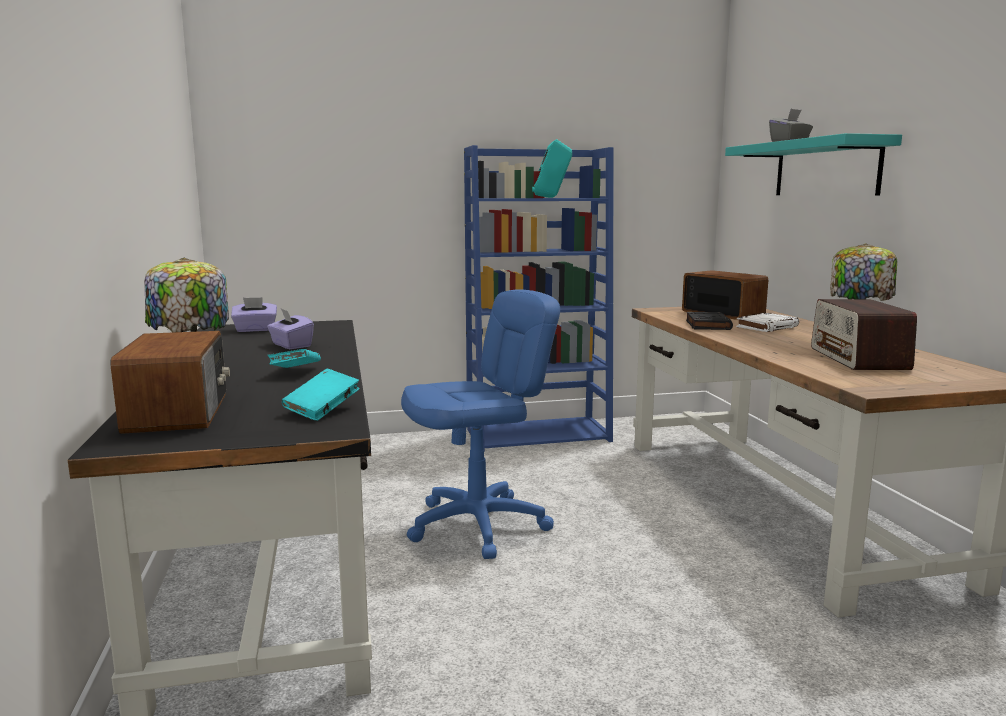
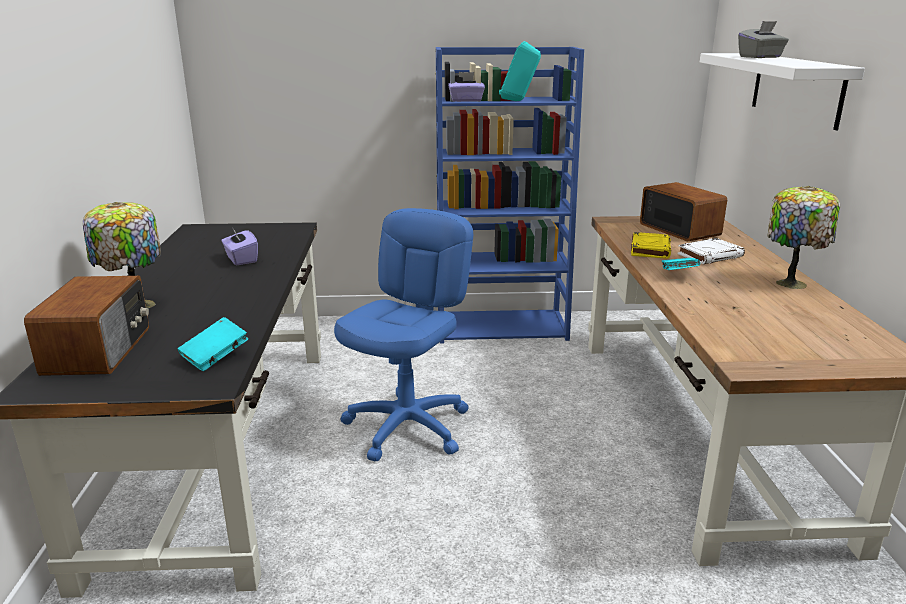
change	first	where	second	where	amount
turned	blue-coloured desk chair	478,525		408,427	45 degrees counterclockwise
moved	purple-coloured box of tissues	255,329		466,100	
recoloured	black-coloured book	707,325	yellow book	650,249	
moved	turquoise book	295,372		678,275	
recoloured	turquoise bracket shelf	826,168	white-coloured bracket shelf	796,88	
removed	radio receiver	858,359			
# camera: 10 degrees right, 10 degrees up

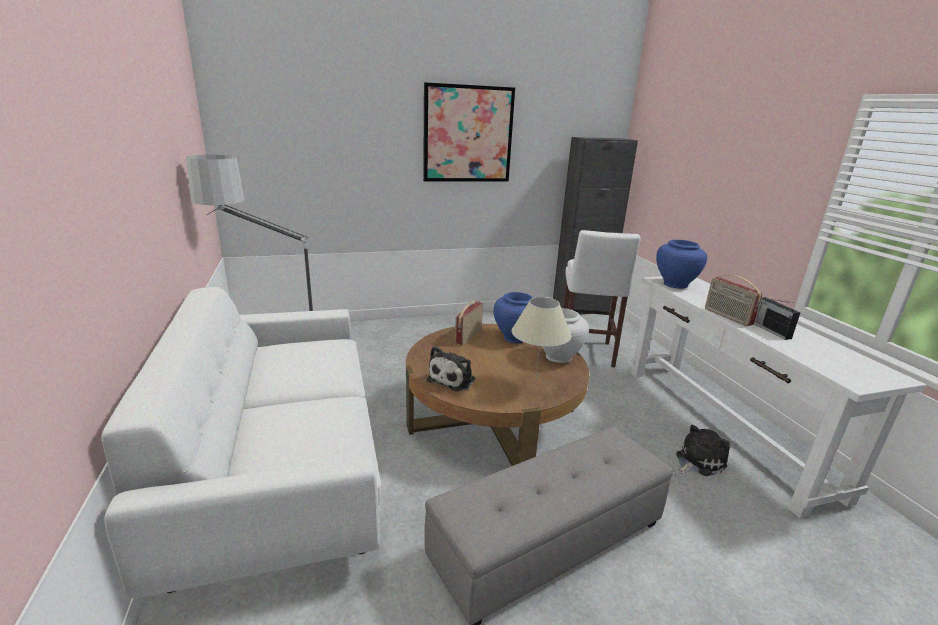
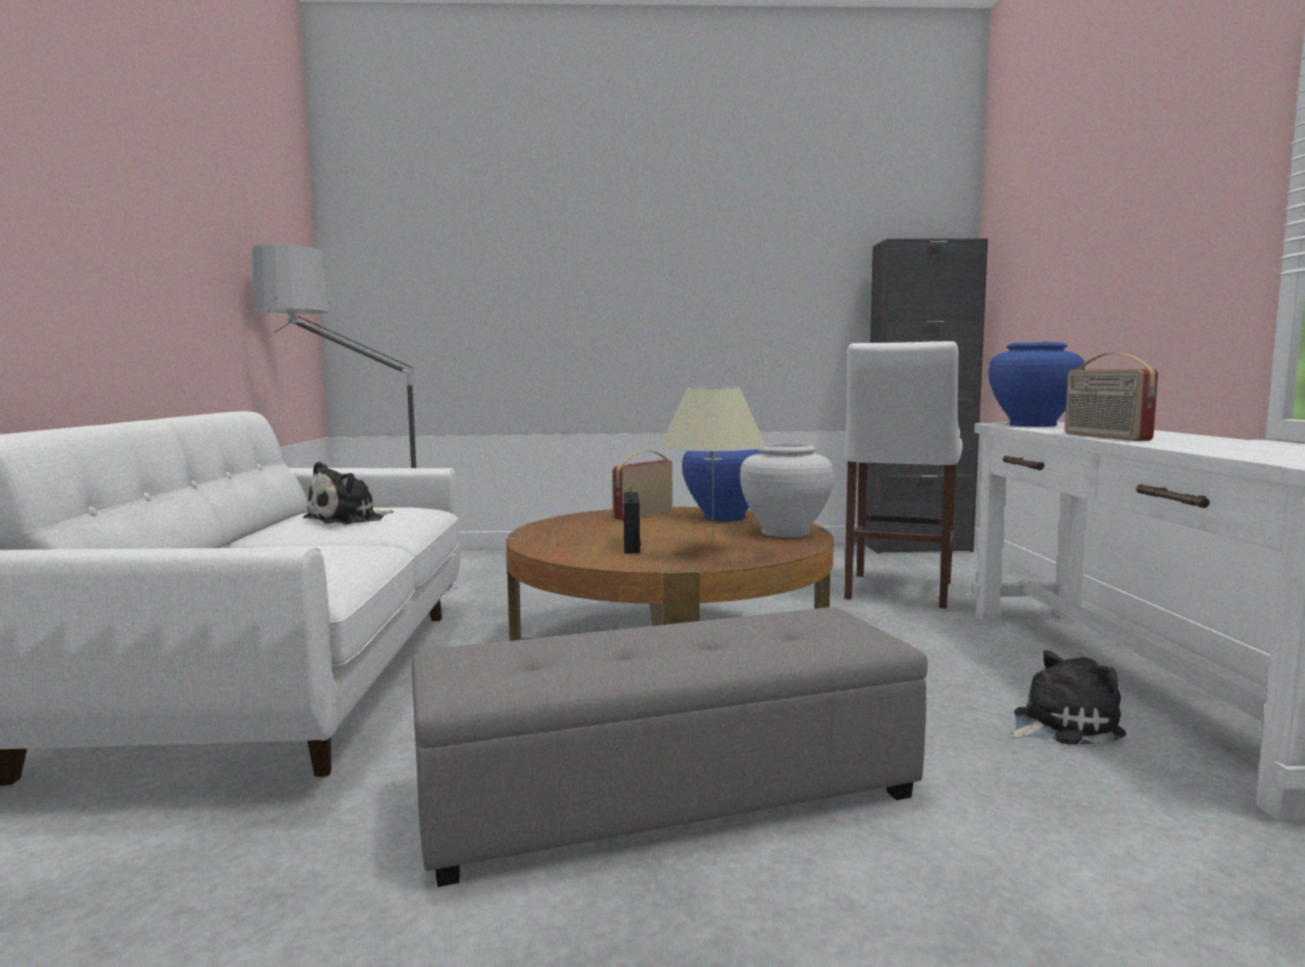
change	first	where	second	where	amount
moved	soft toy	453,379		349,519	
moved	radio receiver	770,330		631,545	
removed	picture	468,134			
# camera: 15 degrees right, 15 degrees down

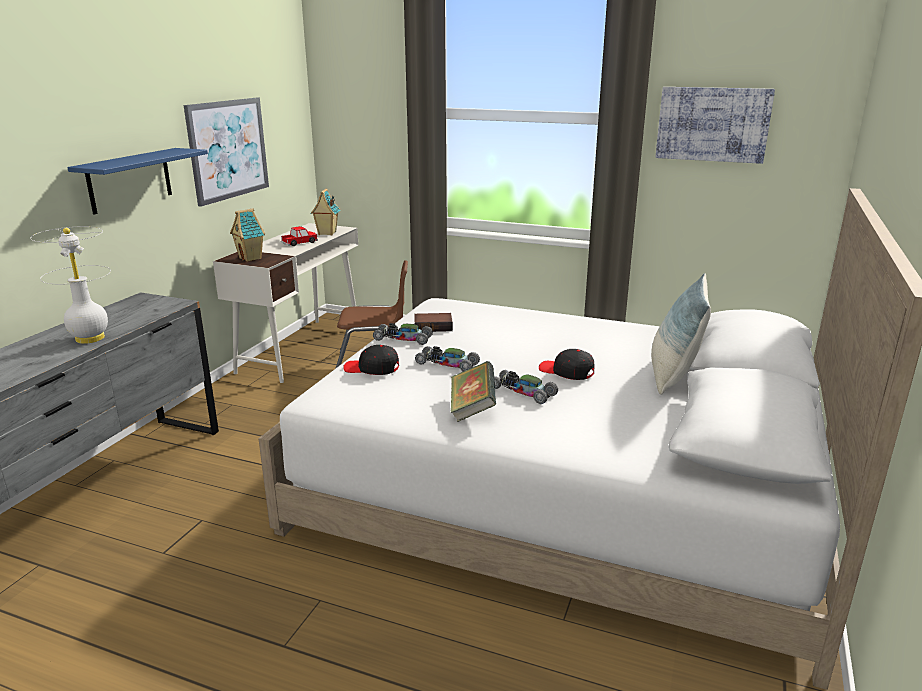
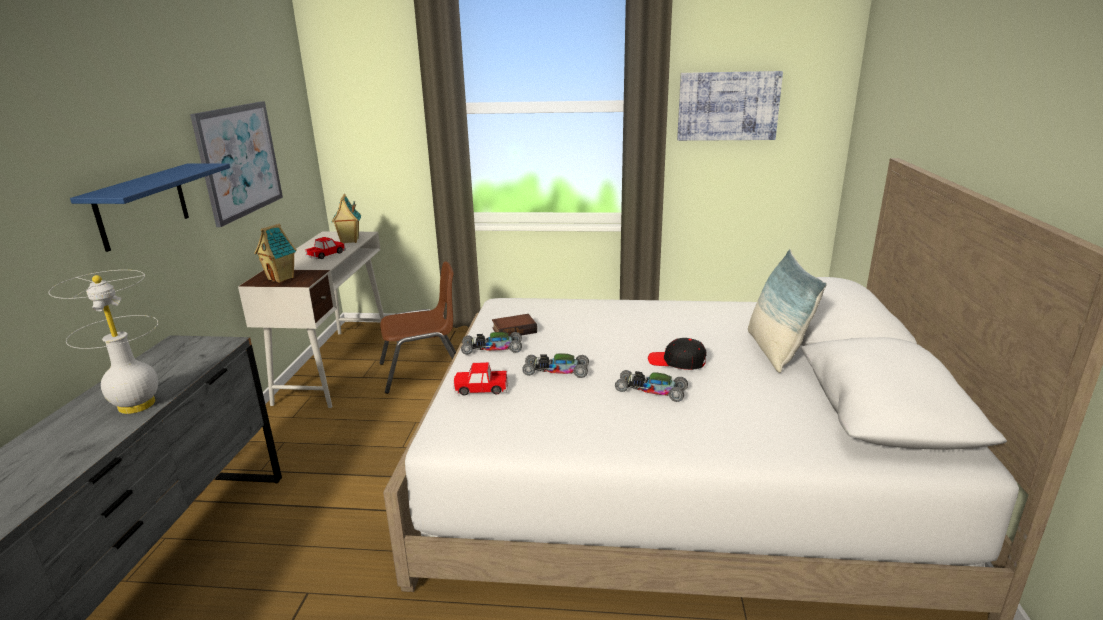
change	first	where	second	where	amount
replaced	black-coloured cap	372,369	model car	481,388	
removed	book	472,409			
# camera: 15 degrees left, 0 degrees up

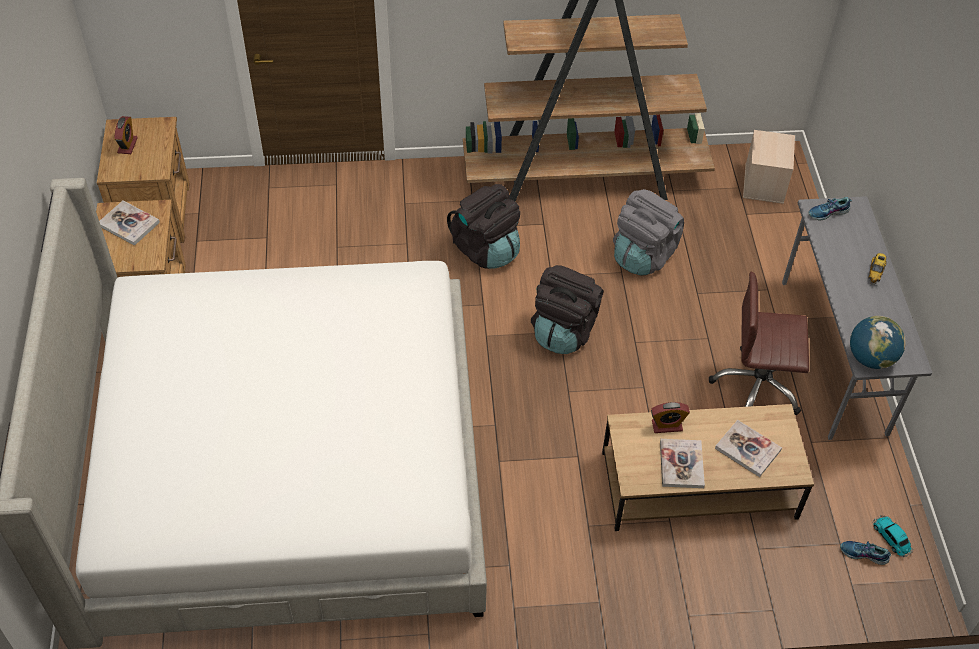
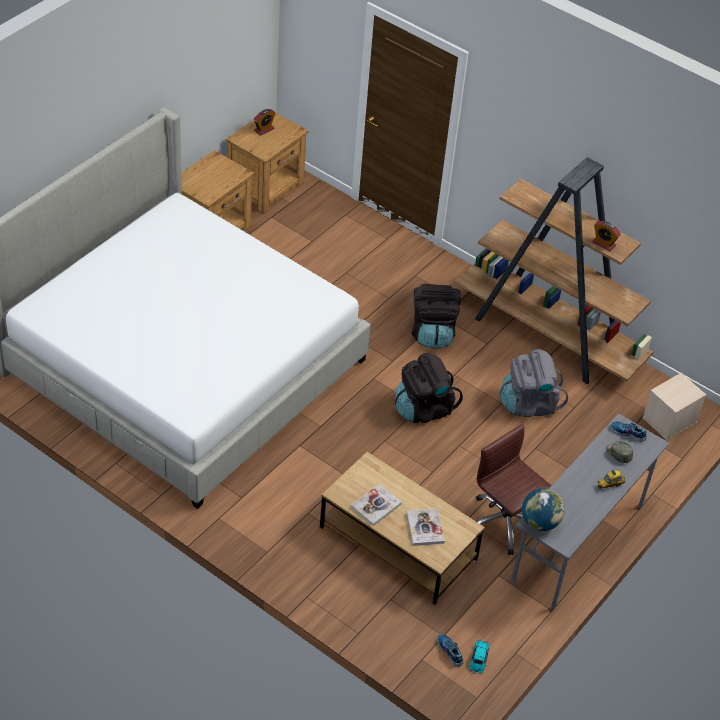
change	first	where	second	where	amount
moved	table clock	667,426		603,244	
added			greyish cap	618,454	
removed	book	129,224			
# camera: 40 degrees right, 5 degrees down

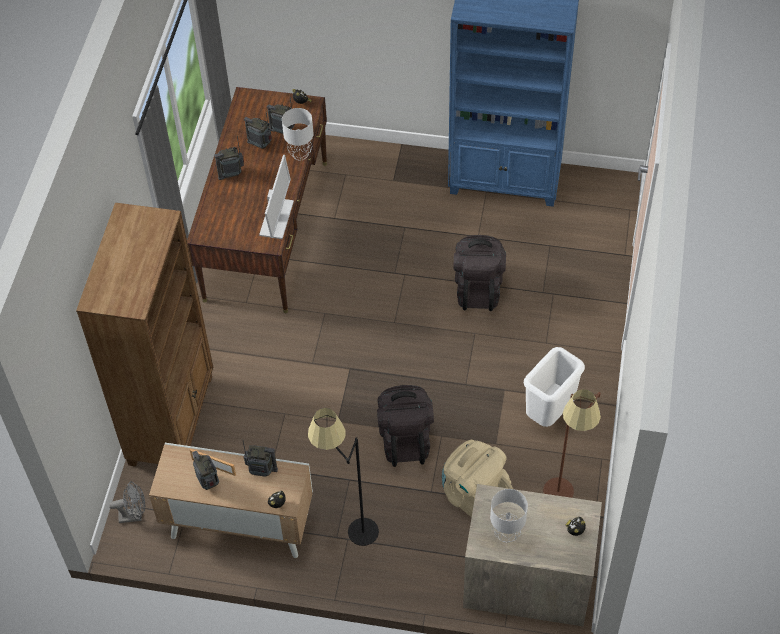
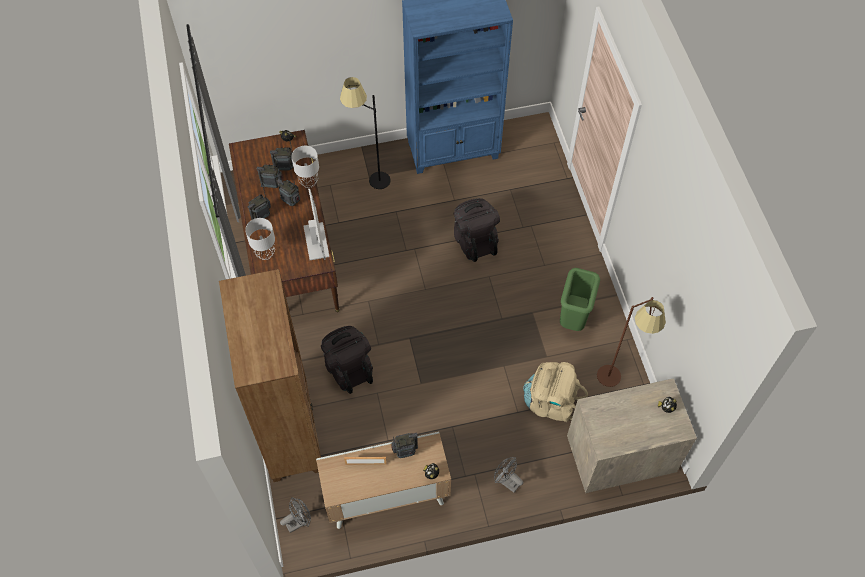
change	first	where	second	where	amount
moved	greyish table lamp	506,534		265,254	
moved	radio receiver	208,482		291,202	
moved	black-coloured backpack	405,439		348,368	
moved	black-coloured standing lamp	349,532		370,183	
added			greyish cooling fan	506,481	
recoloured	white-coloured rubbish bin	549,413	green rubbish bin	572,318	
# camera: 25 degrees left, 5 degrees up

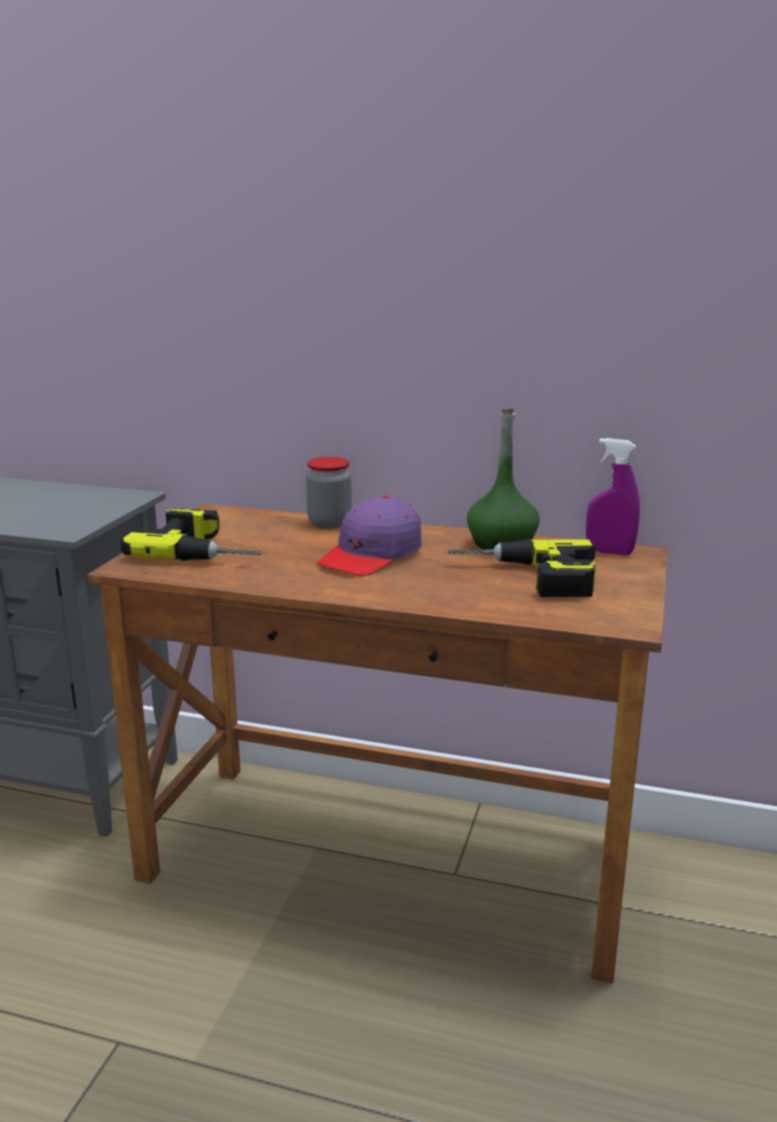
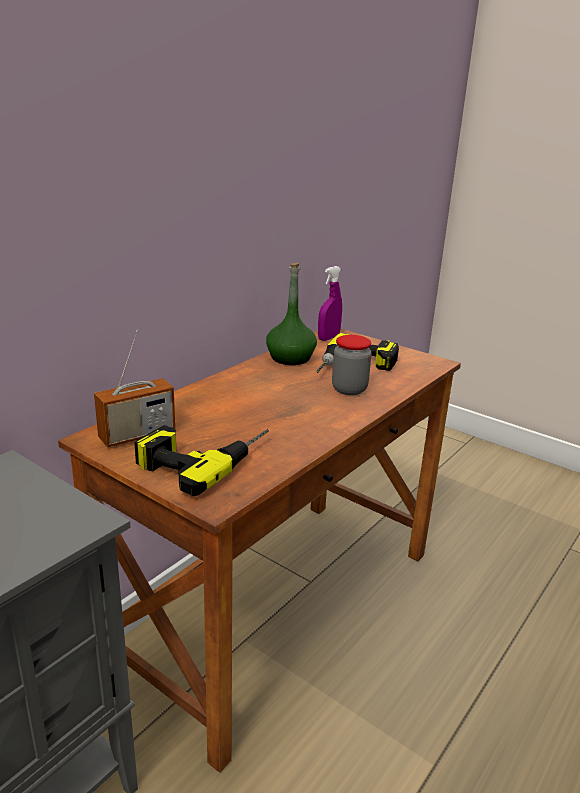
change	first	where	second	where	amount
added			radio receiver	137,435	
moved	jar	329,523		349,389	
removed	purple-coloured cap	371,555			
# camera: 70 degrees left, 5 degrees up

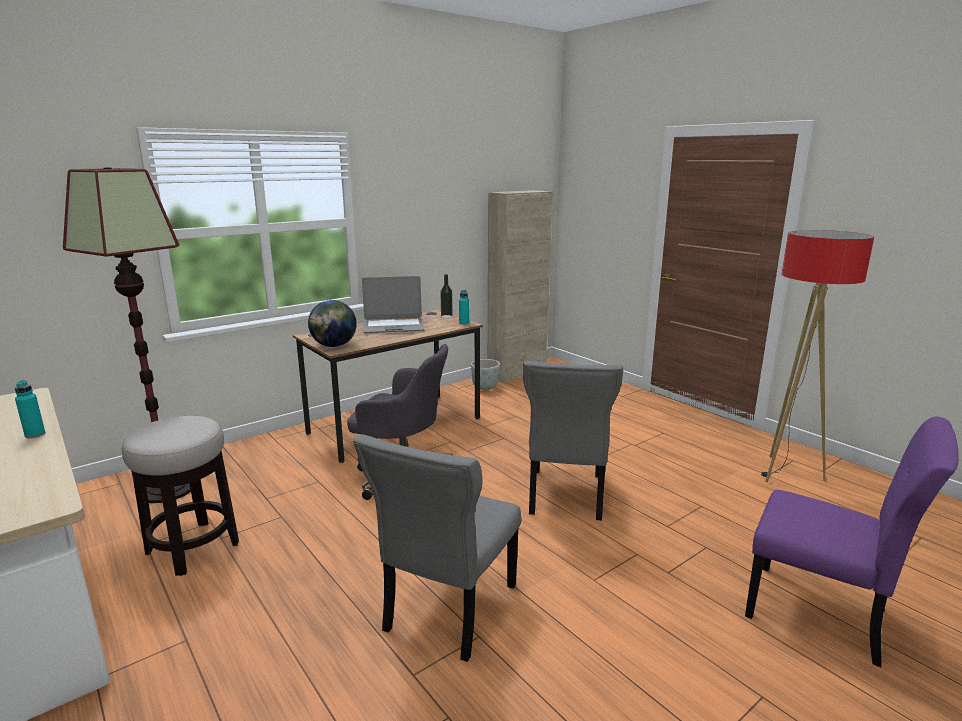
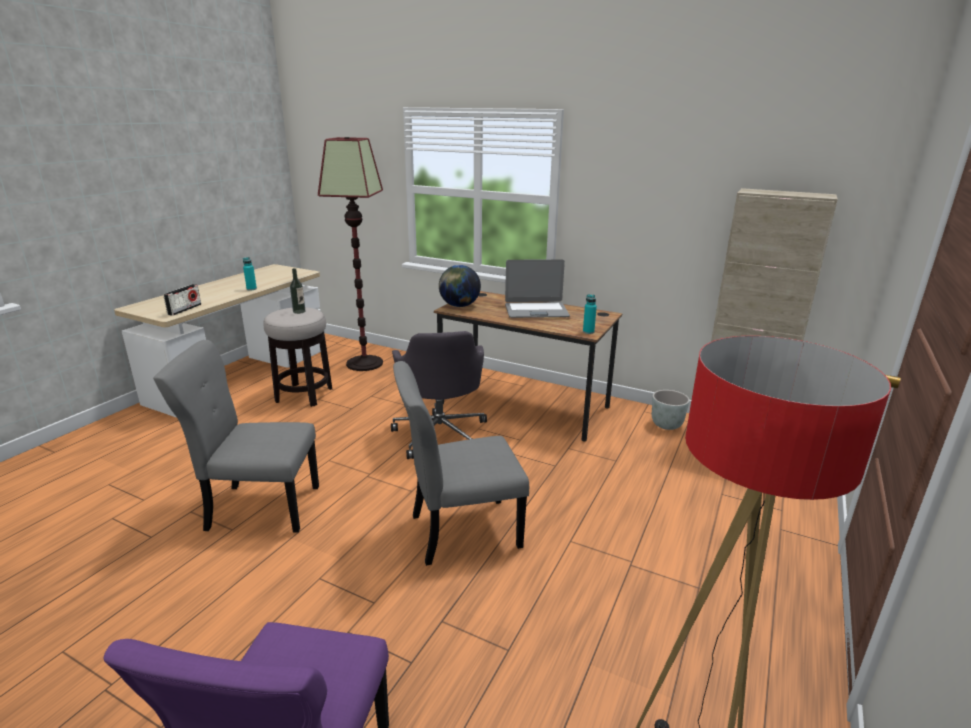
change	first	where	second	where	amount
added			radio receiver	184,309	
moved	drink bottle	446,316		299,311	
turned	notebook computer	393,327		536,311	60 degrees counterclockwise
# camera: 65 degrees right, 5 degrees up

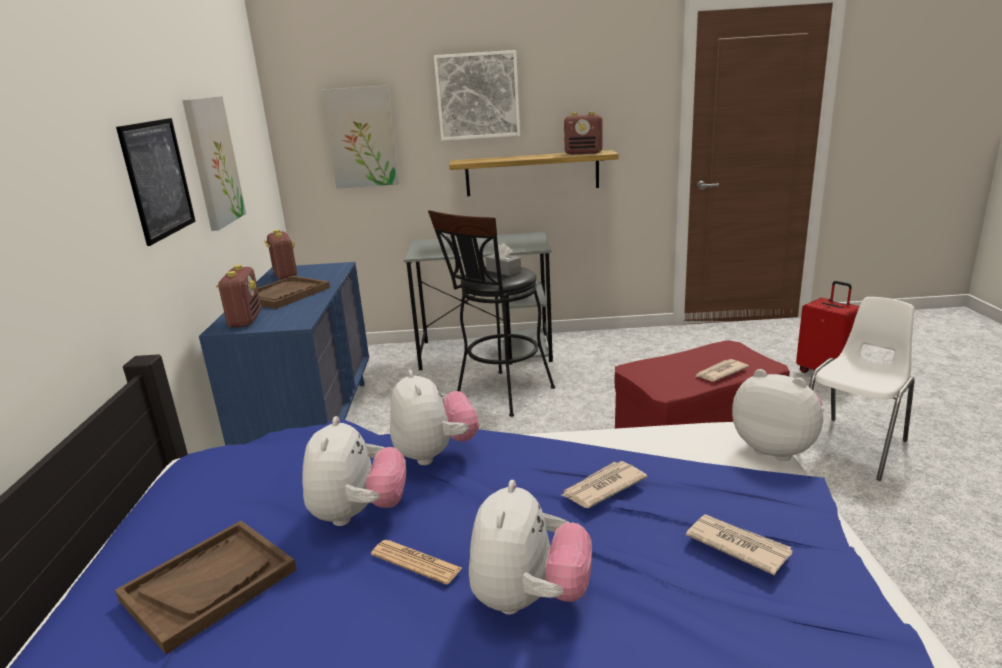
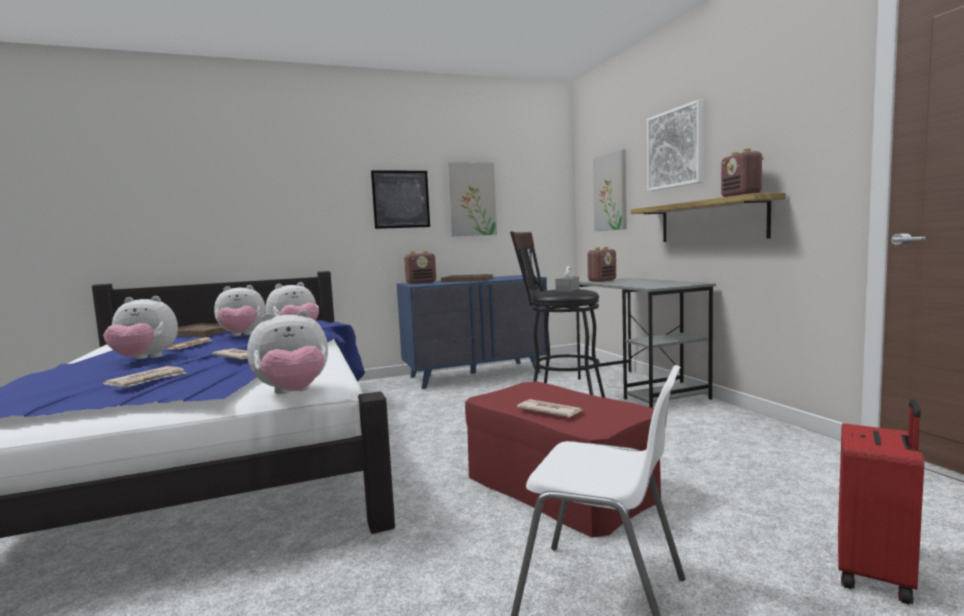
change	first	where	second	where	amount
turned	soft toy	776,448		293,393	45 degrees clockwise
moved	radio receiver	285,275		602,280	
# camera: 70 degrees right, 15 degrees down

